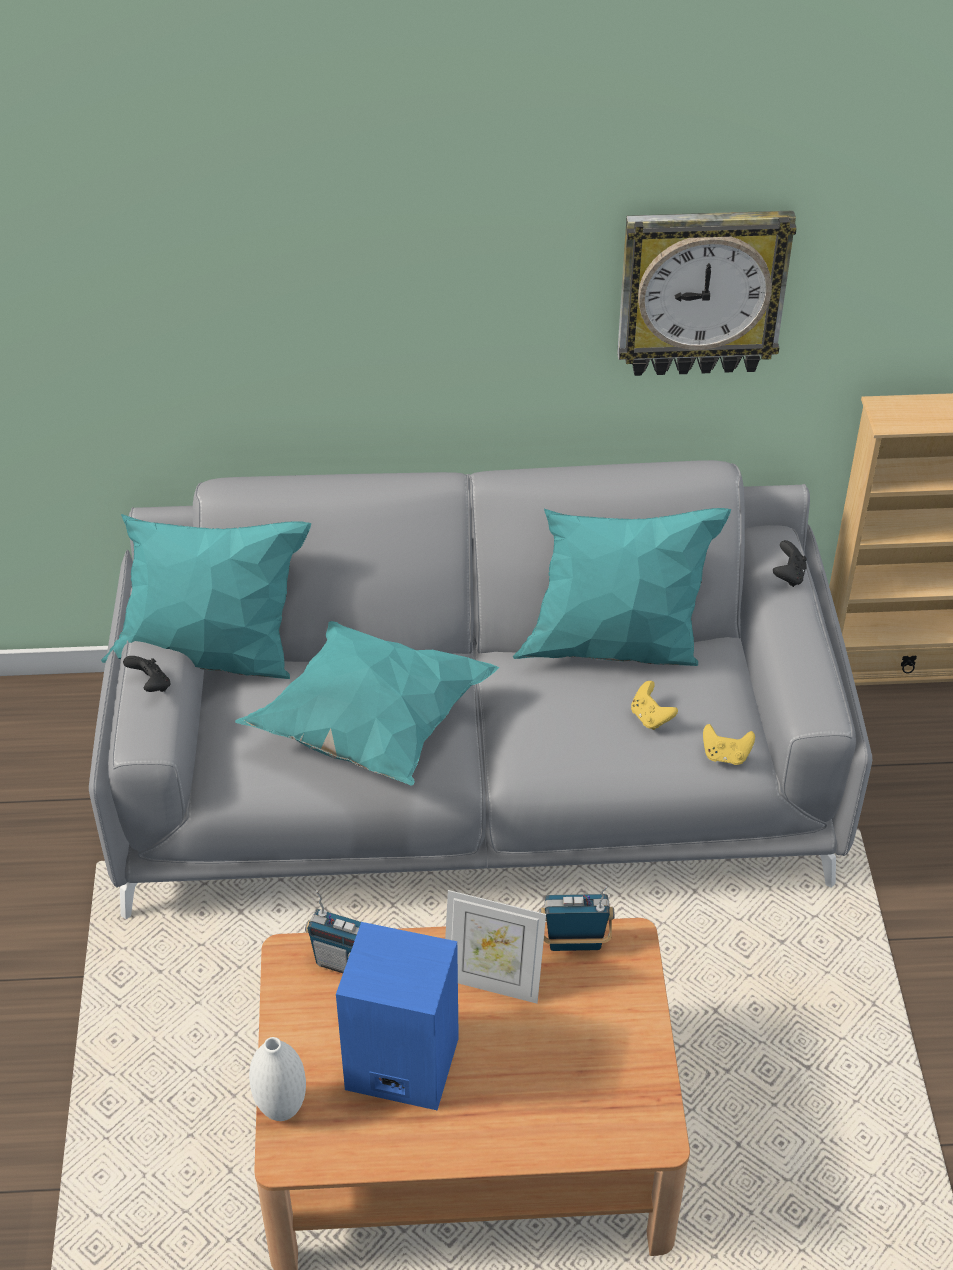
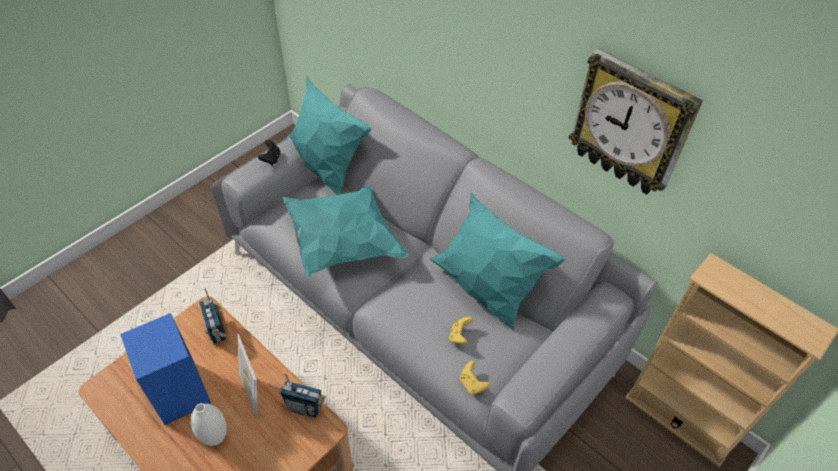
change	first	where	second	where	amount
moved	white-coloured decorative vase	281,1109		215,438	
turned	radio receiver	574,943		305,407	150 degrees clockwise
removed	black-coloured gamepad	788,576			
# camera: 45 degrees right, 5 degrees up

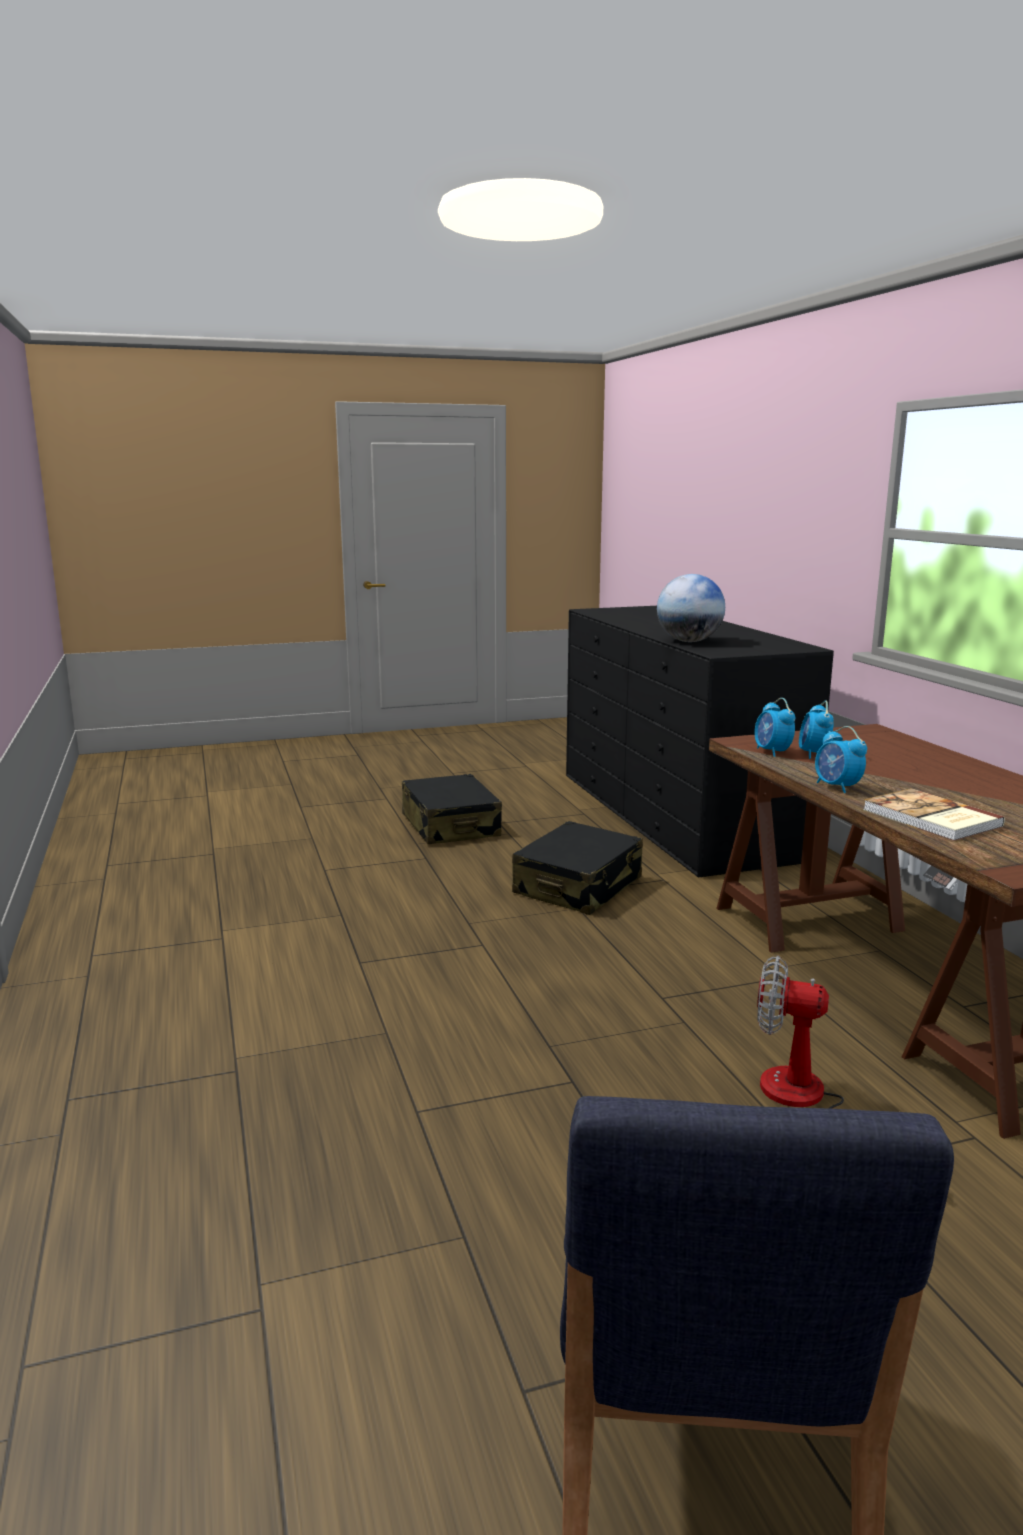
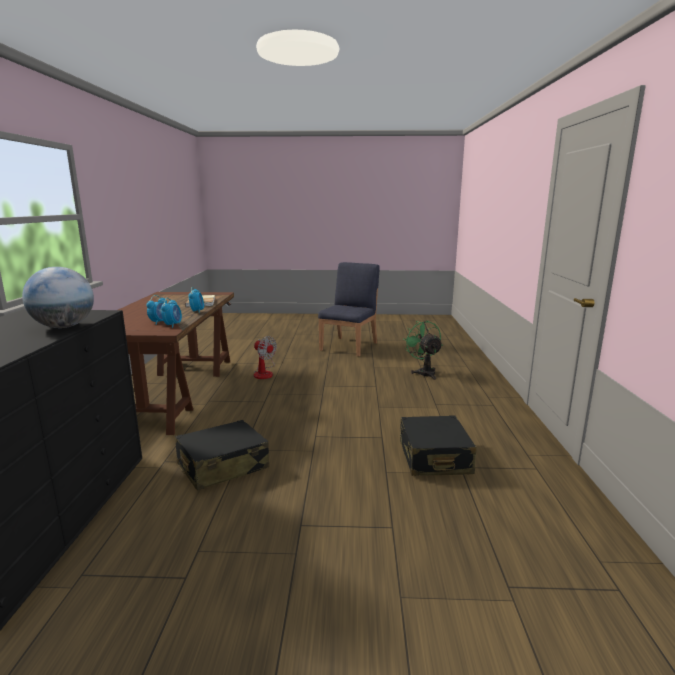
change	first	where	second	where	amount
moved	black-coloured piece of luggage	450,826		434,457	
added			green cooling fan	424,372	
# camera: 160 degrees left, 0 degrees up

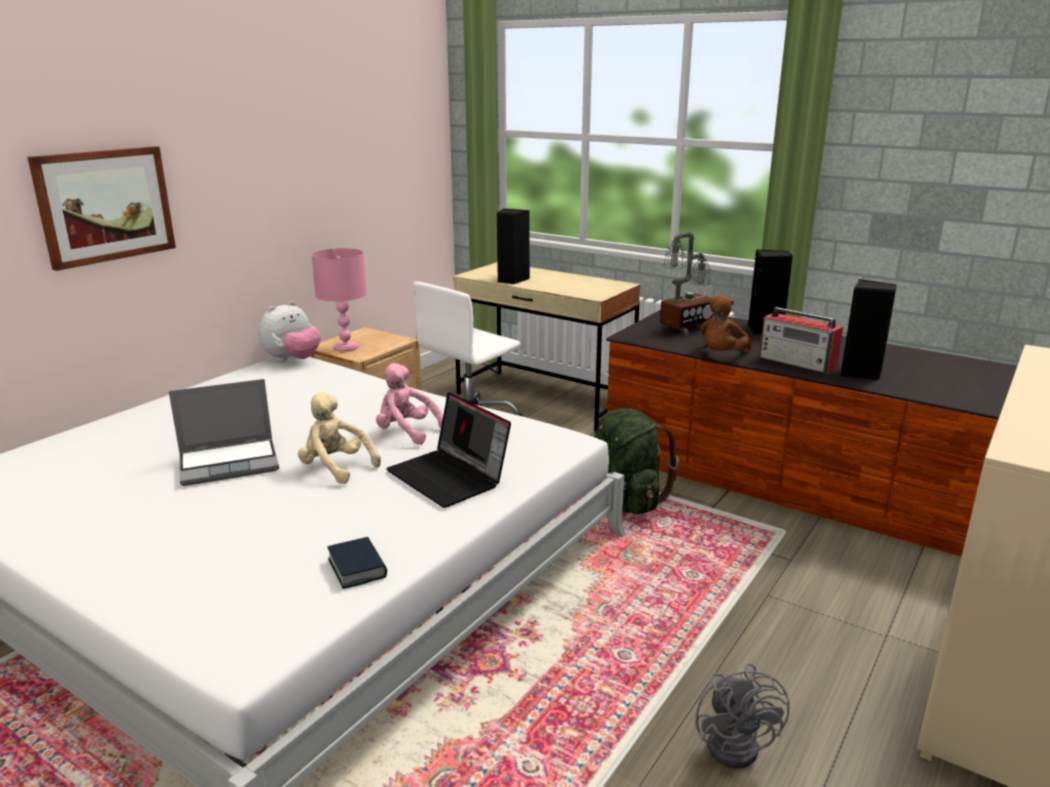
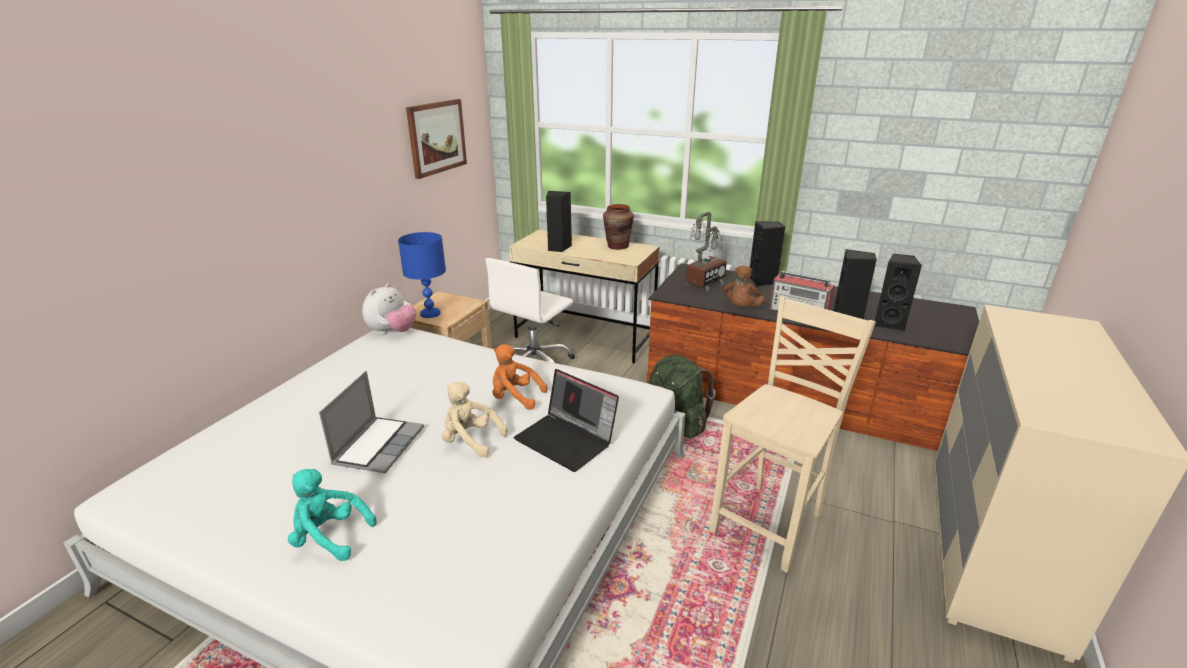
change	first	where	second	where	amount
added			turquoise soft toy	329,537	
turned	notebook computer	230,463		379,445	45 degrees counterclockwise
recoloured	pink-coloured table lamp	345,348	blue-coloured table lamp	430,314	
moved	picture	105,205		436,137	
recoloured	pink-coloured soft toy	407,432	orangey soft toy	515,397	
added			brown-coloured decorative vase	617,246	
added			sand-coloured plain chair	770,523	
added			black-coloured audio speaker	889,324	
removed	book	357,568			
removed	greyish cooling fan	738,743			
# camera: 10 degrees left, 5 degrees up

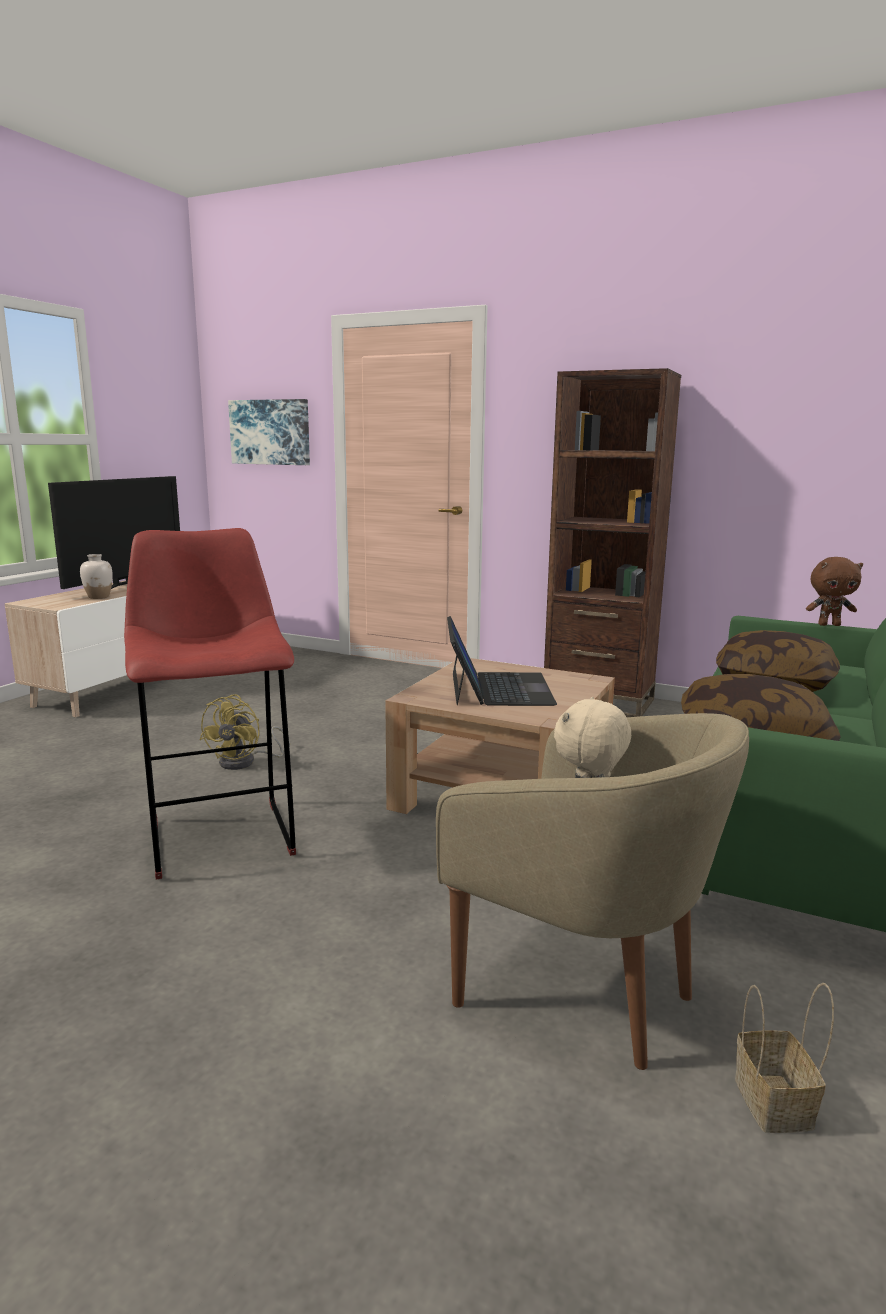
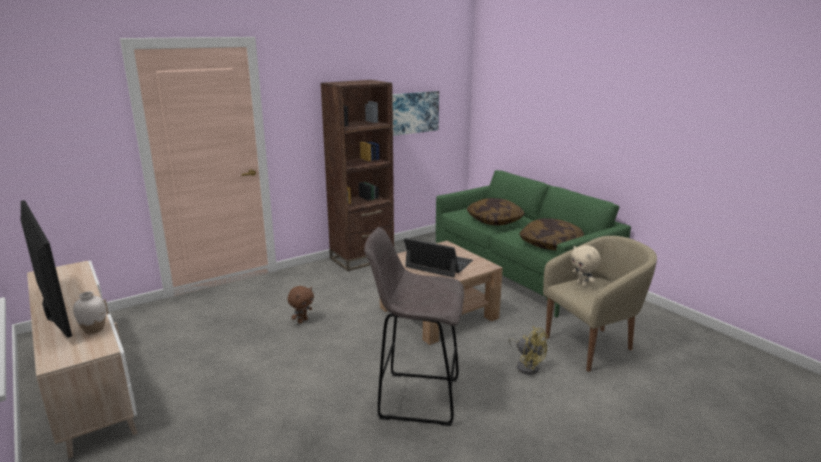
change	first	where	second	where	amount
moved	brown-coloured soft toy	829,625		302,321	
recoloured	reddish stool	220,835	greyish stool	416,398	
moved	picture	270,432		412,112	
moved	yellow cooling fan	245,762		527,365	
removed	basket	776,1105			
# camera: 60 degrees left, 5 degrees up

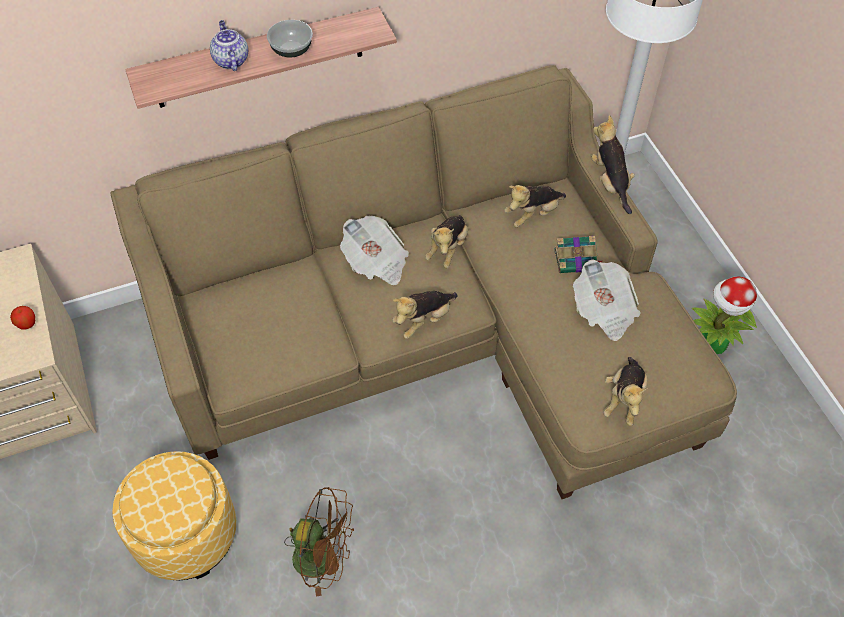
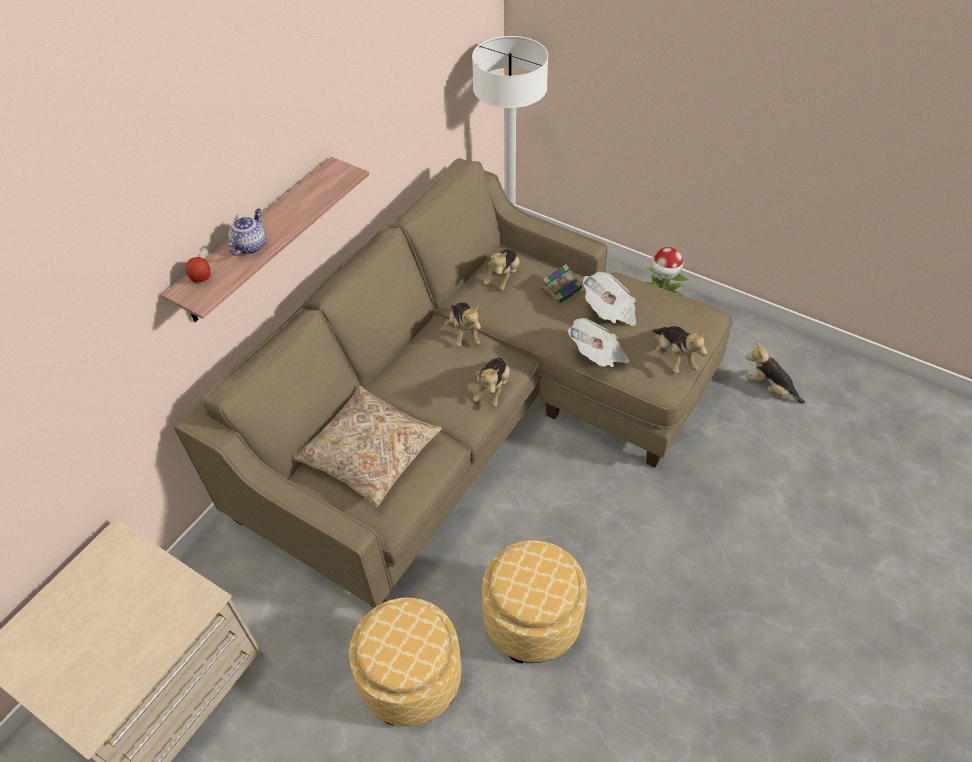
change	first	where	second	where	amount
moved	apple	27,324		201,278	
turned	pot for tea	230,60		250,245	75 degrees clockwise
added			sand-coloured throw pillow	370,453	
replaced	brown-coloured cooling fan	323,558	pouffe	532,619	
moved	printed paper	376,262		597,355	
moved	soft toy	610,182		770,388	
removed	bowl	291,50			
# camera: 35 degrees left, 5 degrees down

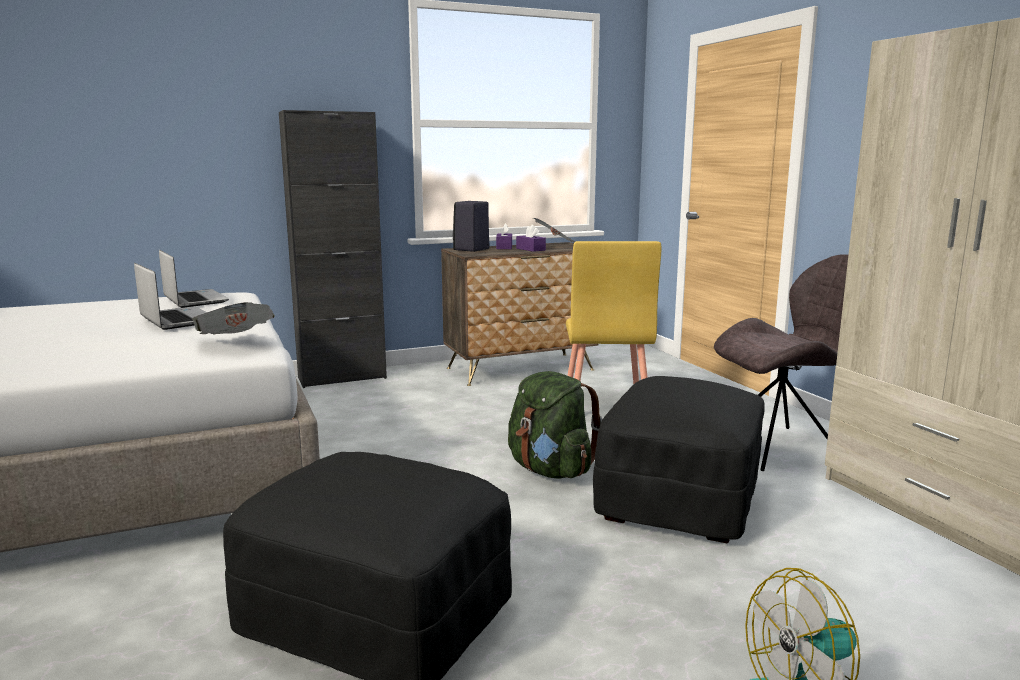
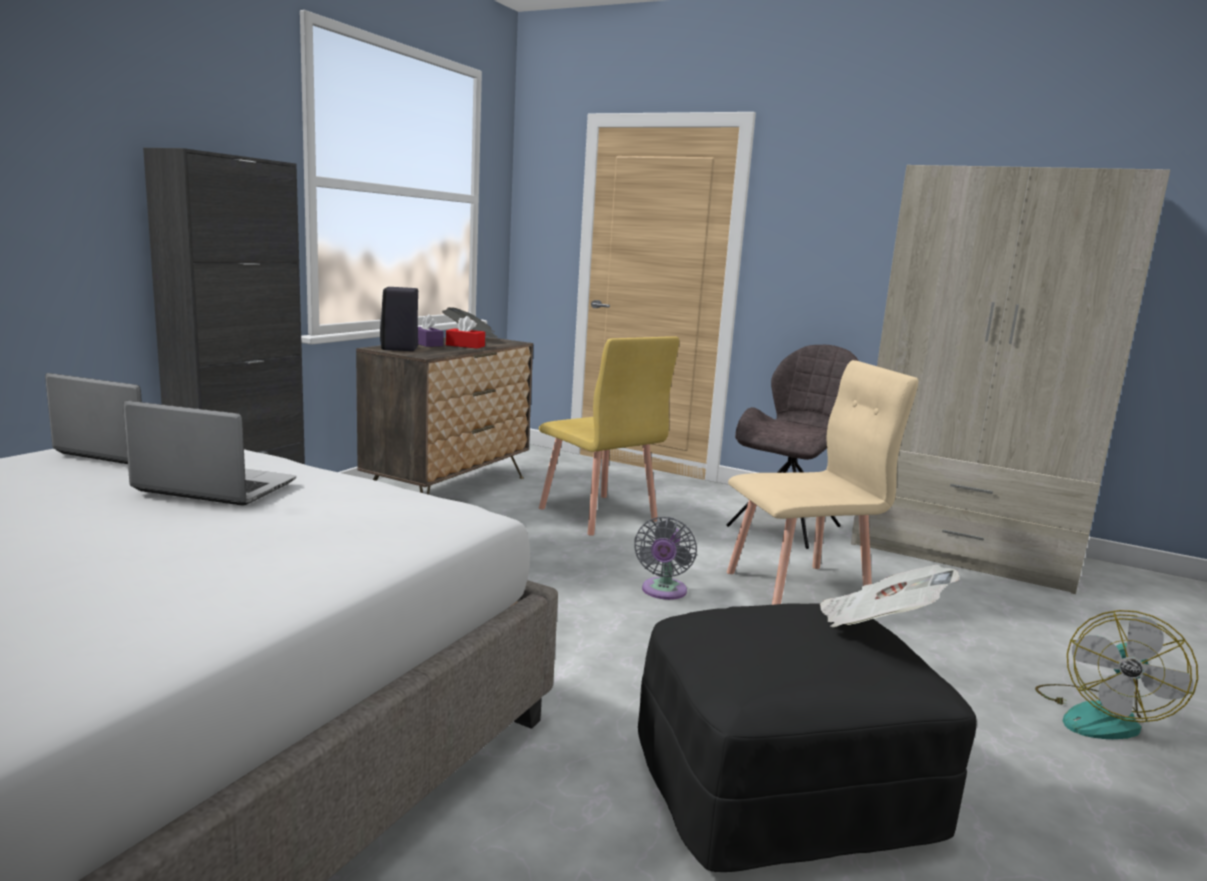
change	first	where	second	where	amount
recoloured	purple-coloured box of tissues	530,249	reddish box of tissues	465,346	
replaced	green backpack	550,470	greyish cooling fan	663,592	
replaced	black-coloured pouffe	680,500	sand-coloured plain chair	798,590	
moved	printed paper	236,341		878,625	
# camera: 40 degrees left, 0 degrees up

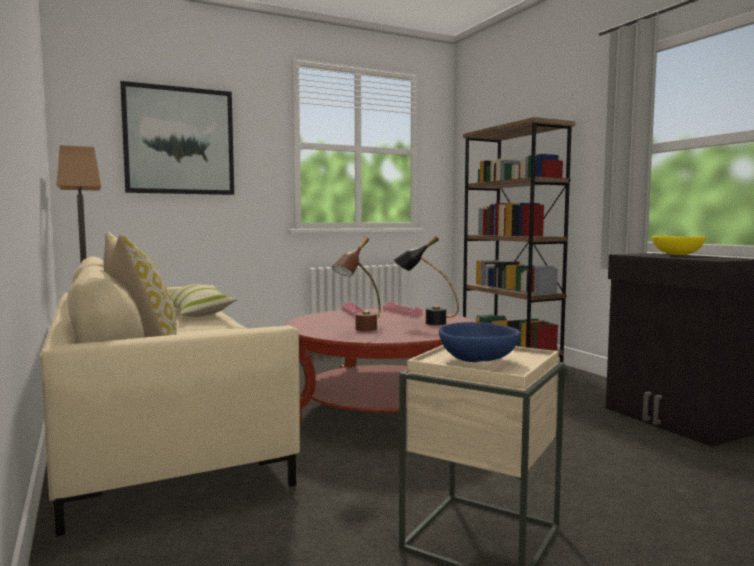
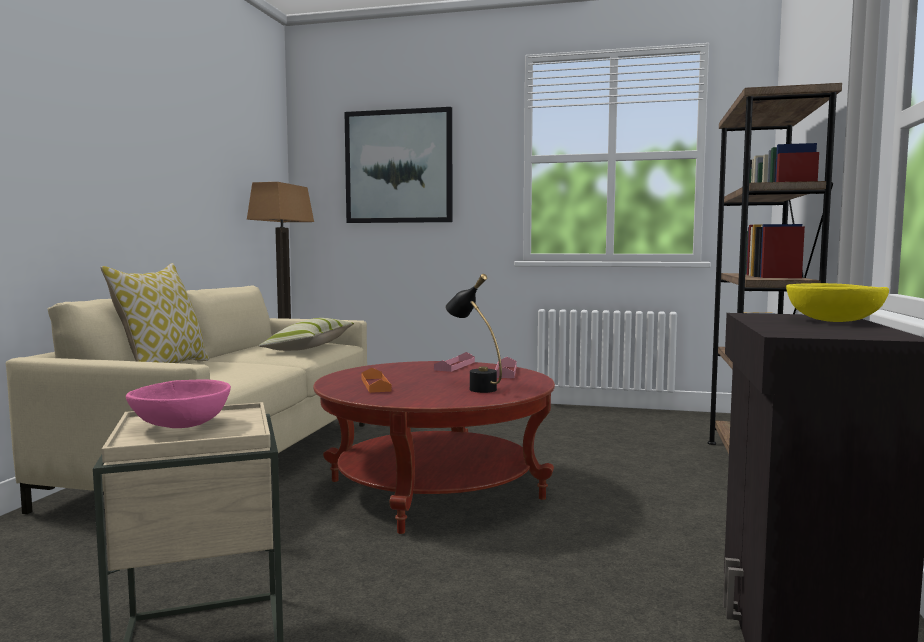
change	first	where	second	where	amount
recoloured	blue-coloured bowl	477,360	pink-coloured bowl	180,426	
replaced	brown-coloured table lamp	359,330	orangey tray	375,385	
# camera: 40 degrees right, 0 degrees up

